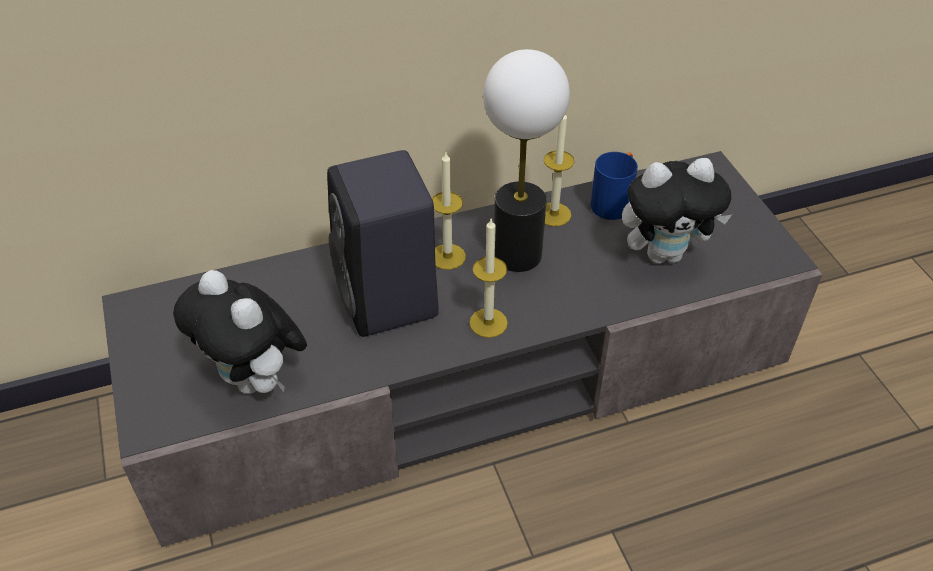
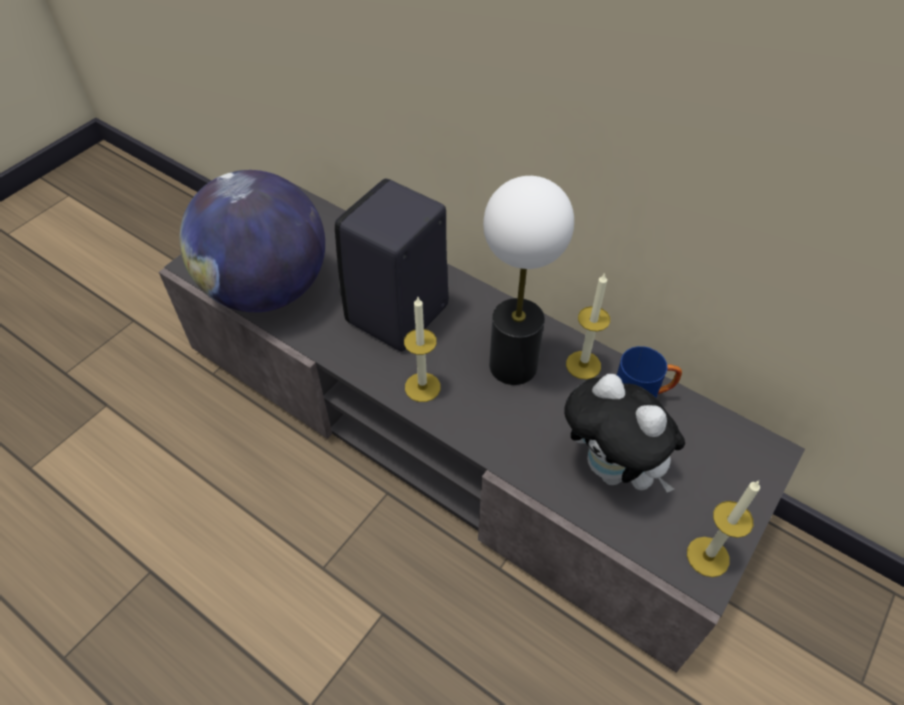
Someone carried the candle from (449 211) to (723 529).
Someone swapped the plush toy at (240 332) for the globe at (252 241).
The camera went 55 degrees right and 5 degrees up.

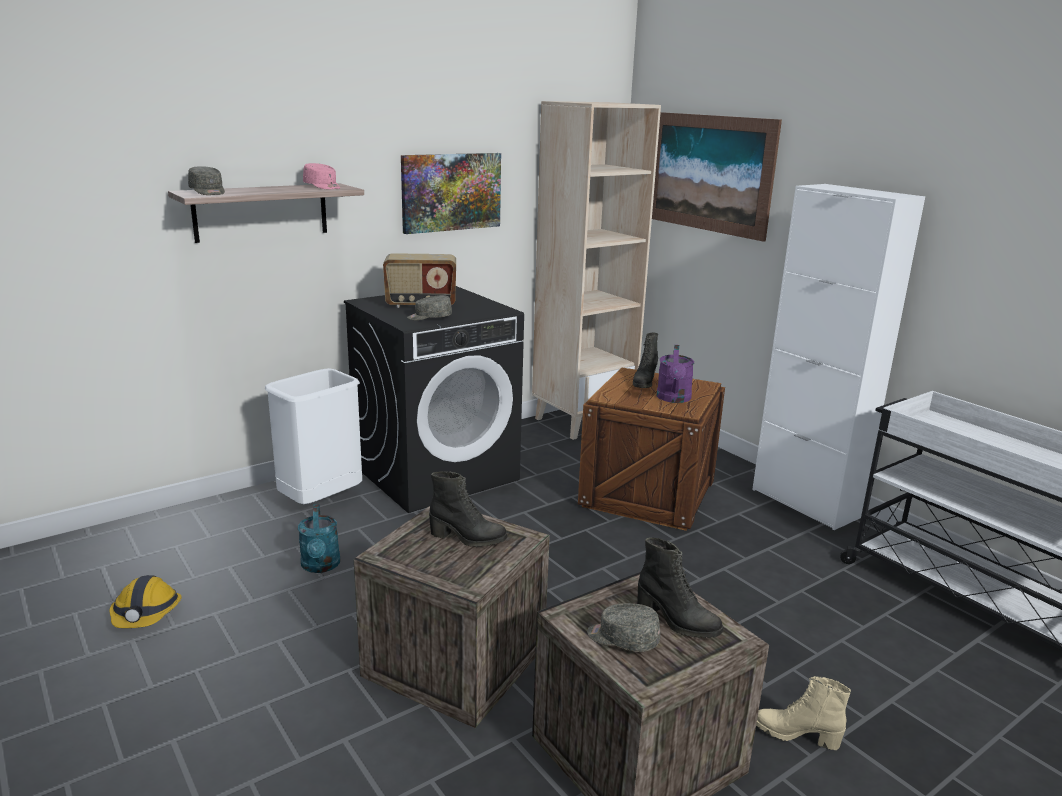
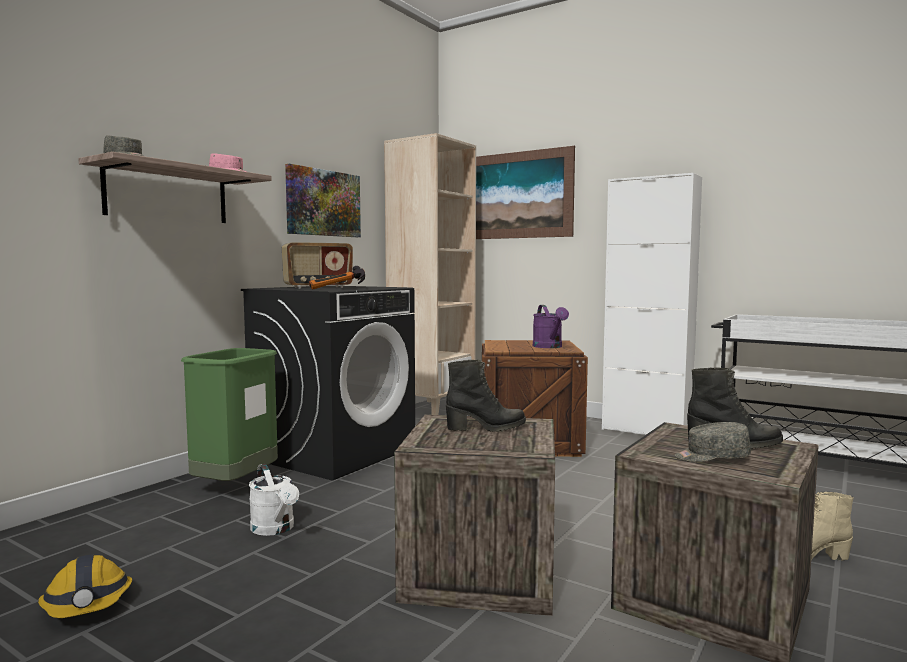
Someone swapped the grey cap at (429 307) for the hammer at (337 277).
Someone took away the black boot at (645 360).
Someone repainted the white trash can at (313 436), which became the green trash can at (229 414).
Someone repainted the turquoise watering can at (319 538), which became the white watering can at (274 500).
The camera went 20 degrees left and 15 degrees down.

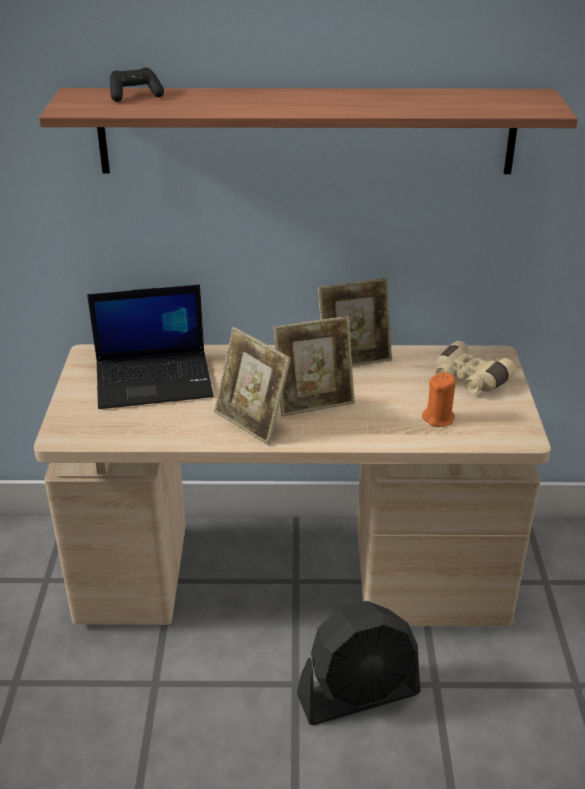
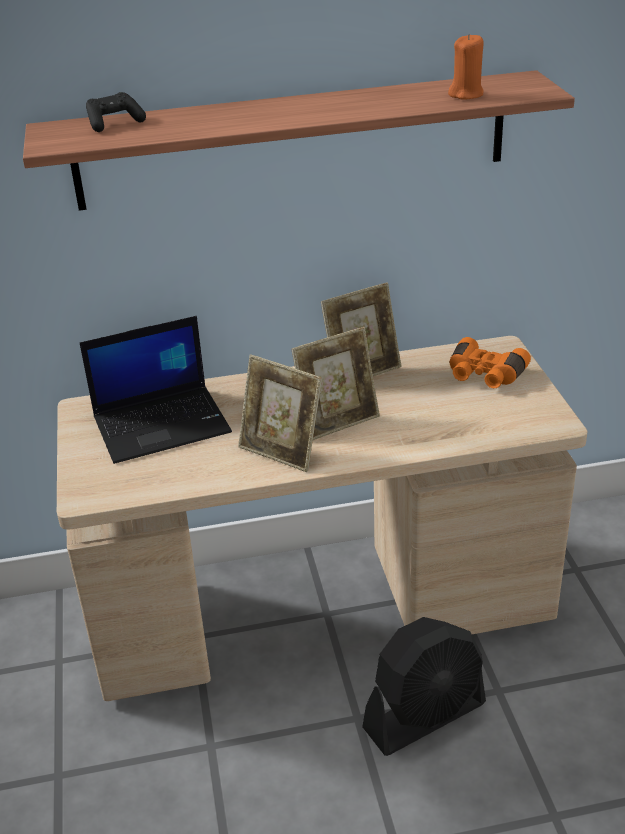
Someone repainted the beige binoculars at (476 367), which became the orange binoculars at (490 362).
Someone carried the orange candle from (439 399) to (466 66).
The camera went 10 degrees left and 0 degrees up.

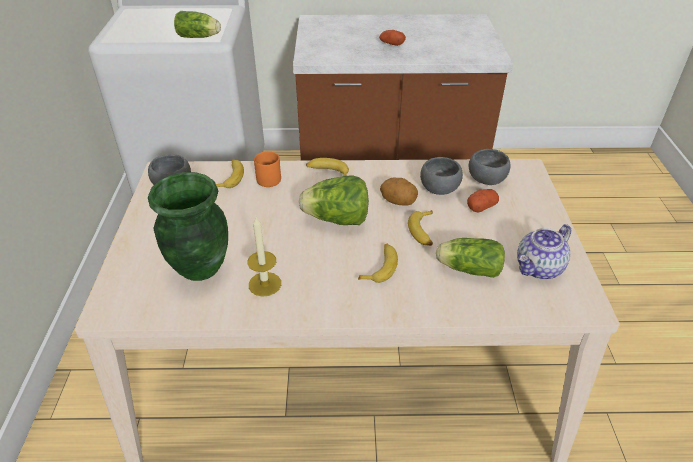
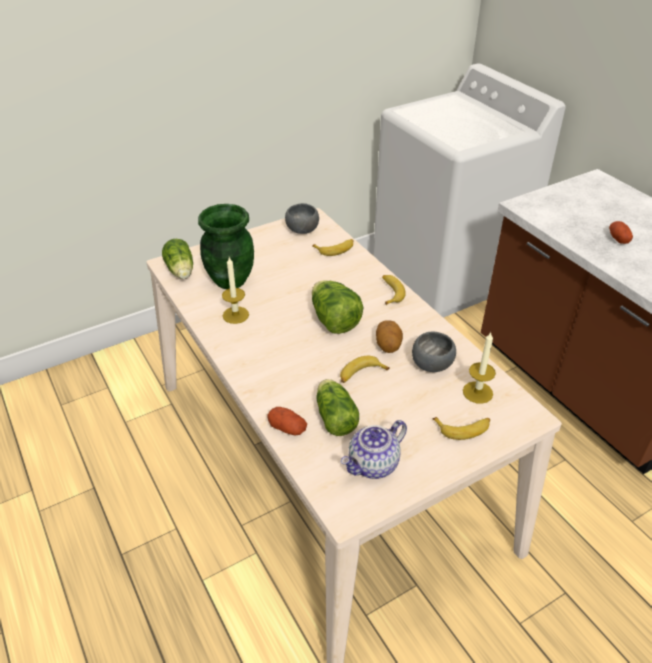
Someone carried the lettuce from (197 24) to (177 259).
Someone swapped the grey bowl at (490 167) for the candle at (479 368).
Someone took away the orange mug at (267 169).
Someone carried the potato from (483 201) to (287 421).
Someone rotated the teapot at (544 251) by 60 degrees counterclockwise.
Someone carried the banana from (378 263) to (461 428).
The camera went 60 degrees right and 0 degrees up.

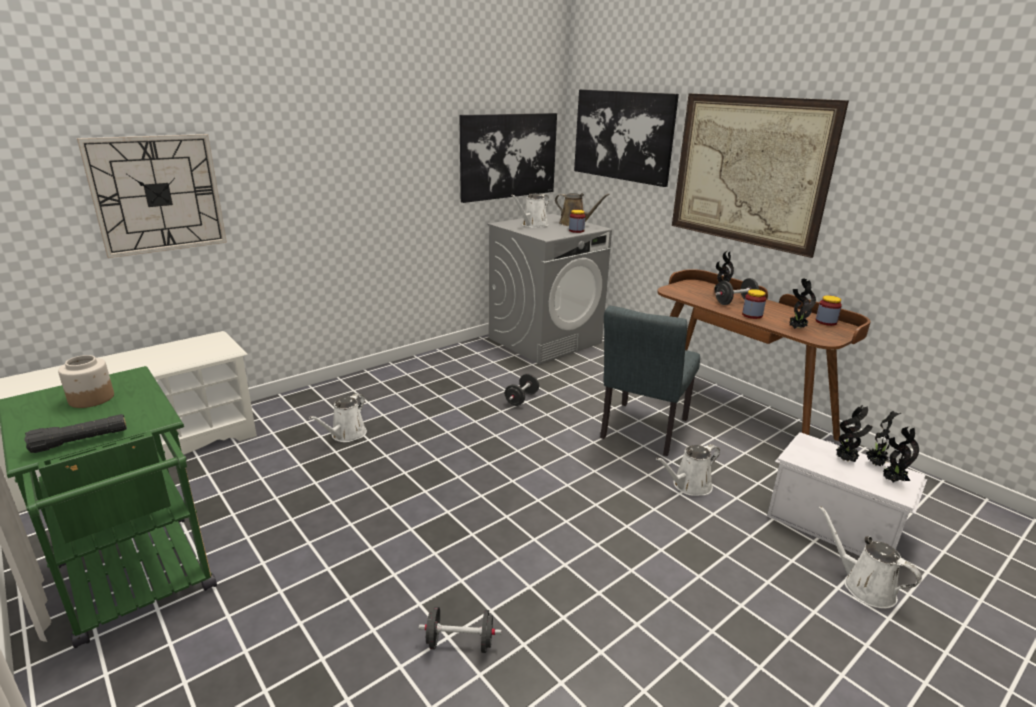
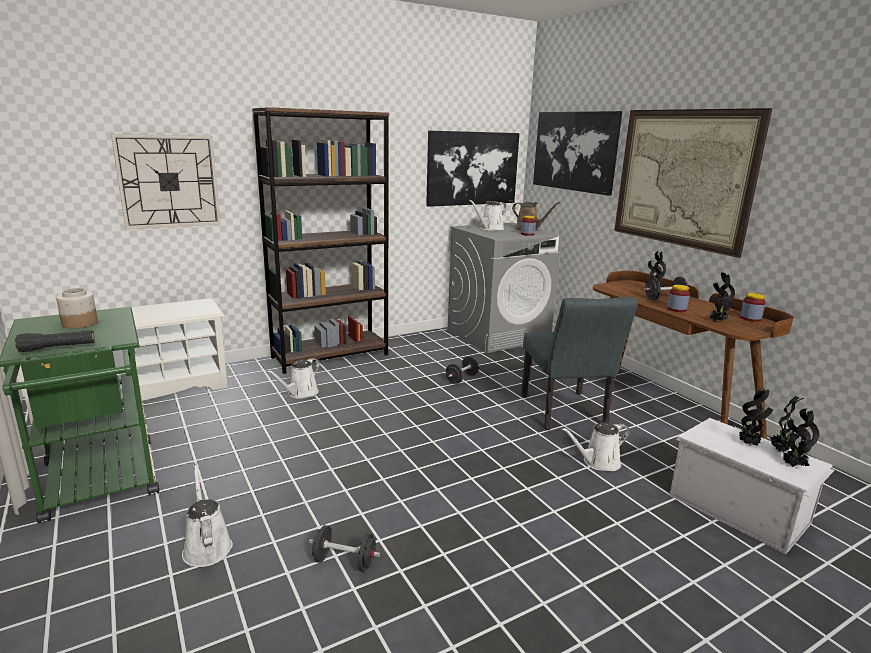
Someone rotated the grey chair at (650 381) by 45 degrees counterclockwise.
Someone carried the white watering can from (870 557) to (207 515).
Someone put down the brown bookcase at (320 240).
The camera went 10 degrees right and 5 degrees down.

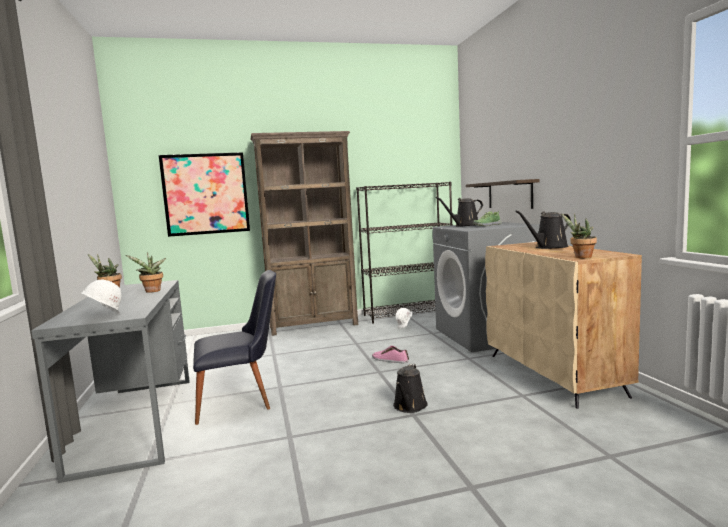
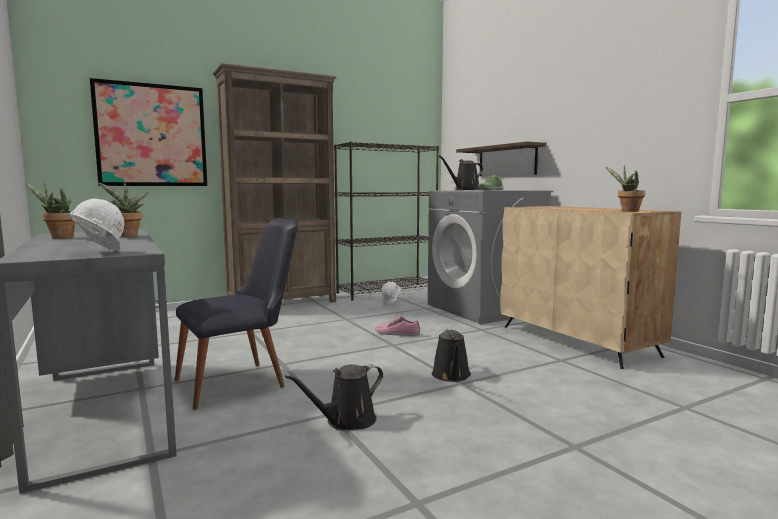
Someone carried the black watering can from (543 230) to (334 397).
The camera went 15 degrees left and 0 degrees up.

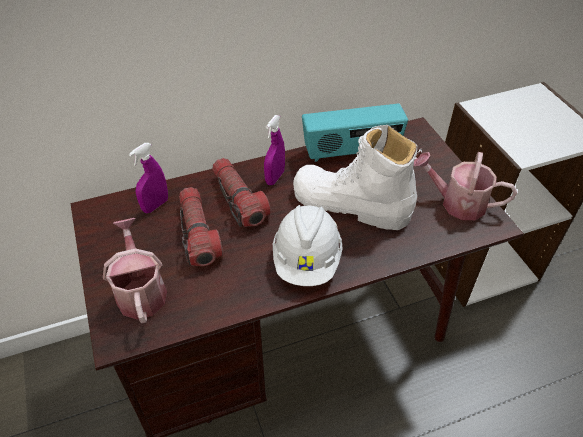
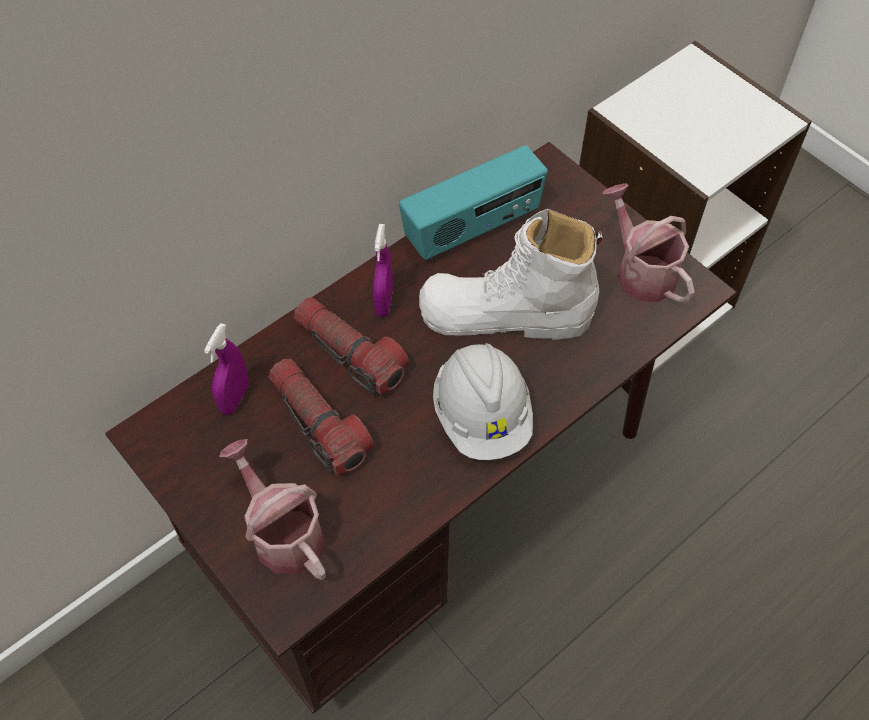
Someone rotated the watering can at (465 186) by 60 degrees clockwise.
The camera went 20 degrees left and 10 degrees up.

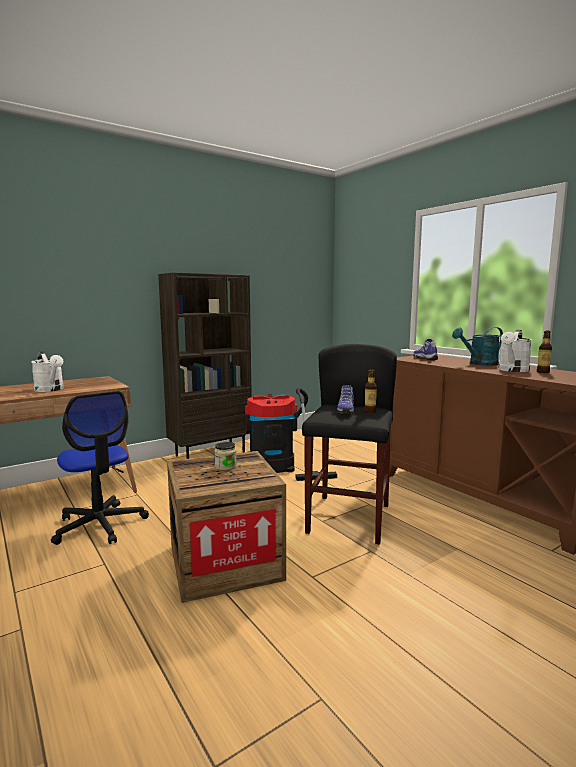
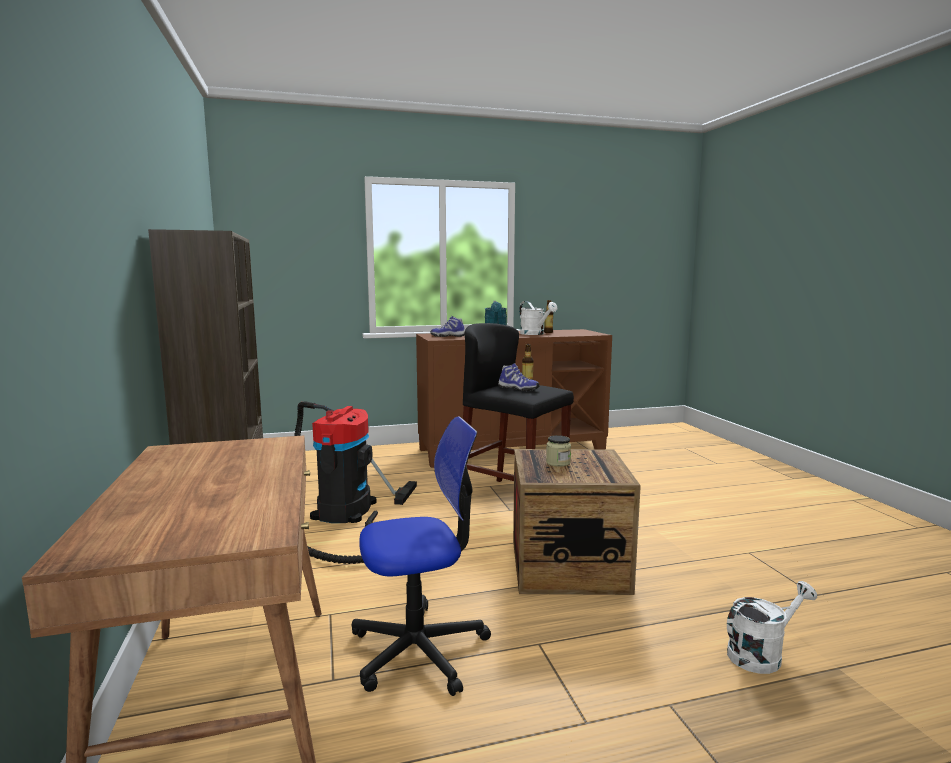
Someone carried the white watering can from (48 372) to (772 627).
The camera went 70 degrees left and 0 degrees up.

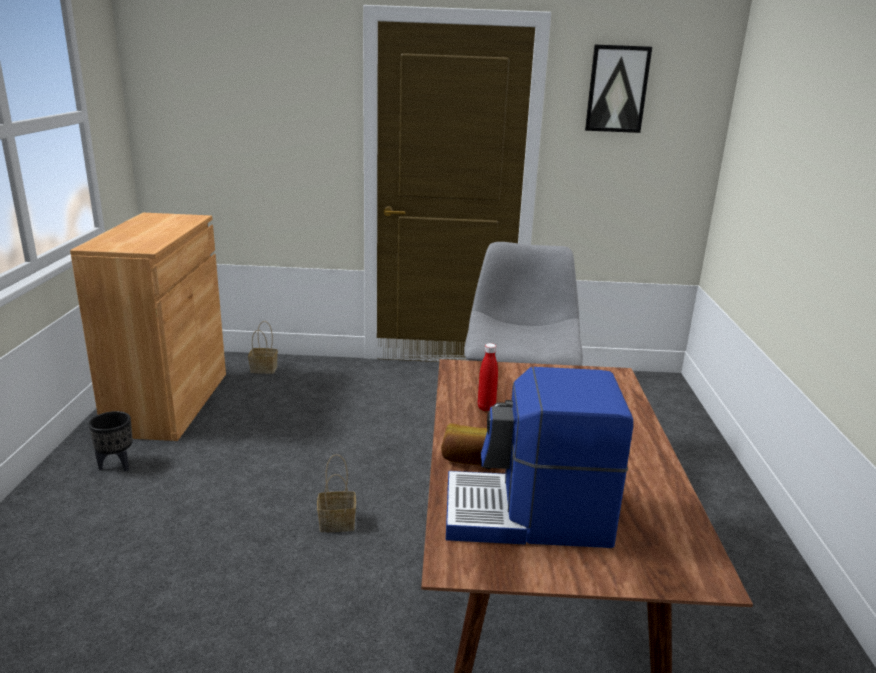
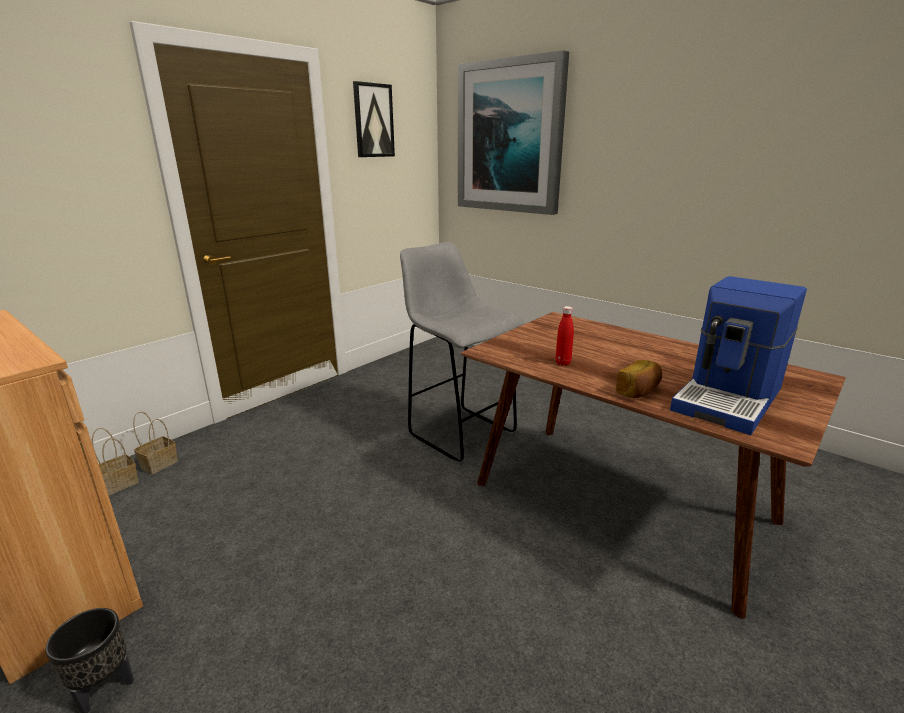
Someone carried the basket from (336 493) to (155 443).
Someone put up the picture at (513 132).
The camera went 50 degrees left and 0 degrees up.

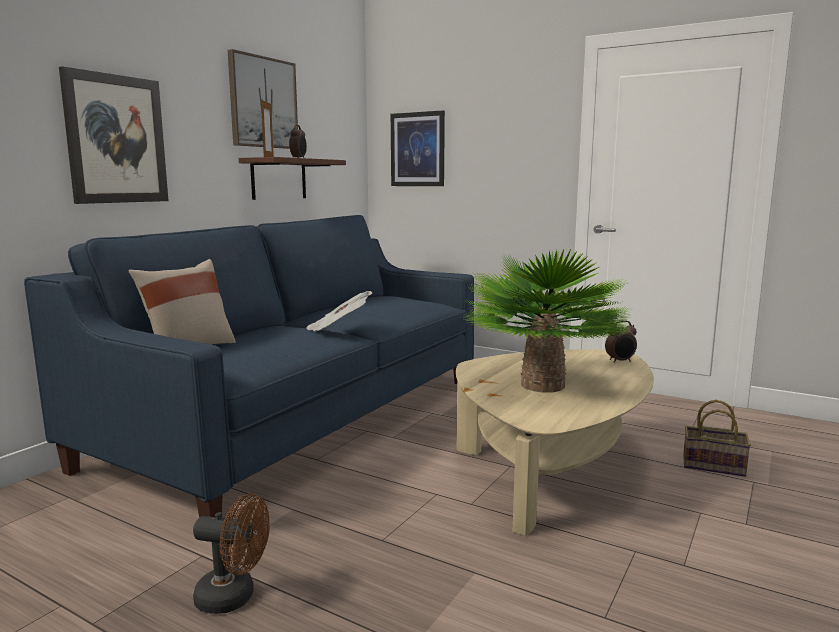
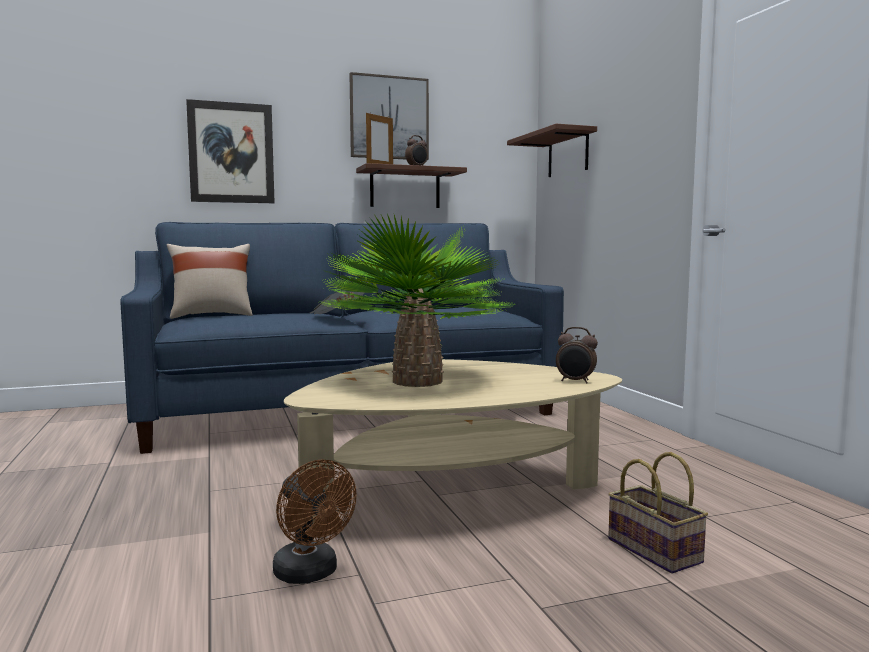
Someone swapped the picture at (418 148) for the brown shelf at (552 150).
Someone carried the brown fan from (231 554) to (314 522).
The camera went 40 degrees right and 5 degrees down.

